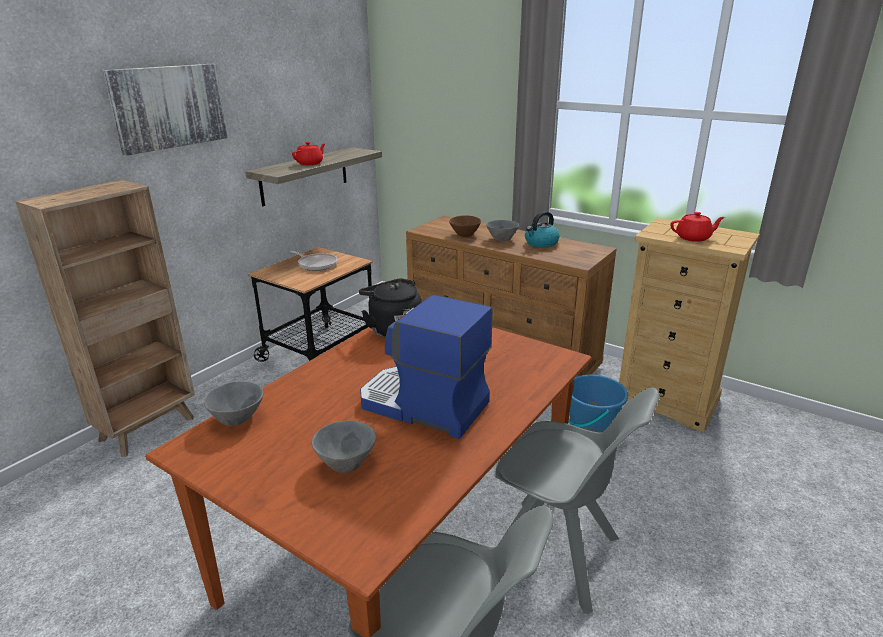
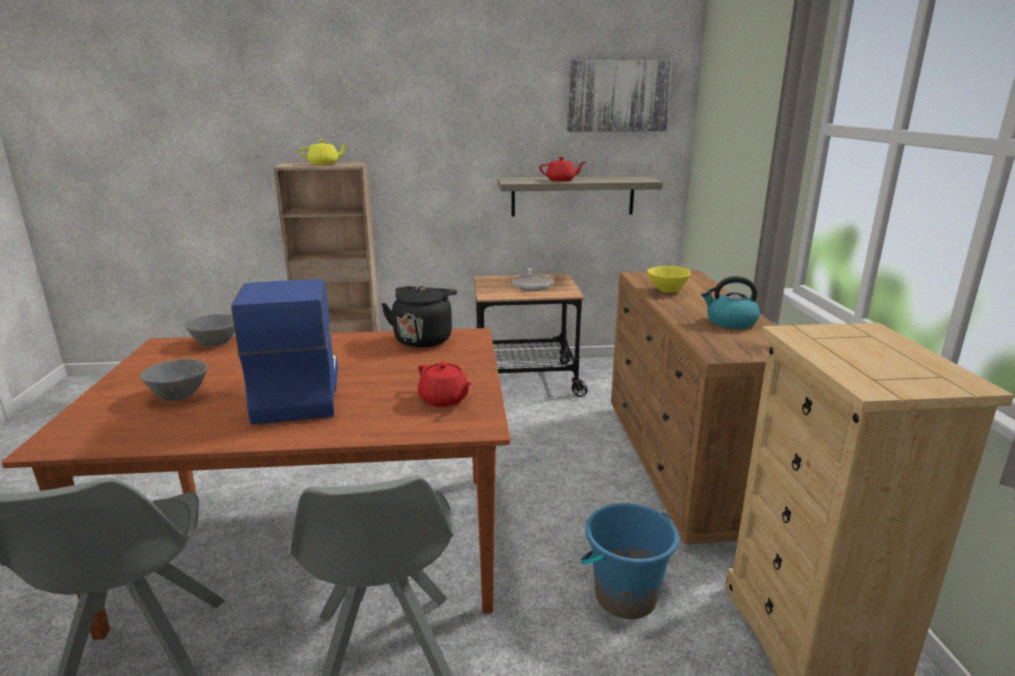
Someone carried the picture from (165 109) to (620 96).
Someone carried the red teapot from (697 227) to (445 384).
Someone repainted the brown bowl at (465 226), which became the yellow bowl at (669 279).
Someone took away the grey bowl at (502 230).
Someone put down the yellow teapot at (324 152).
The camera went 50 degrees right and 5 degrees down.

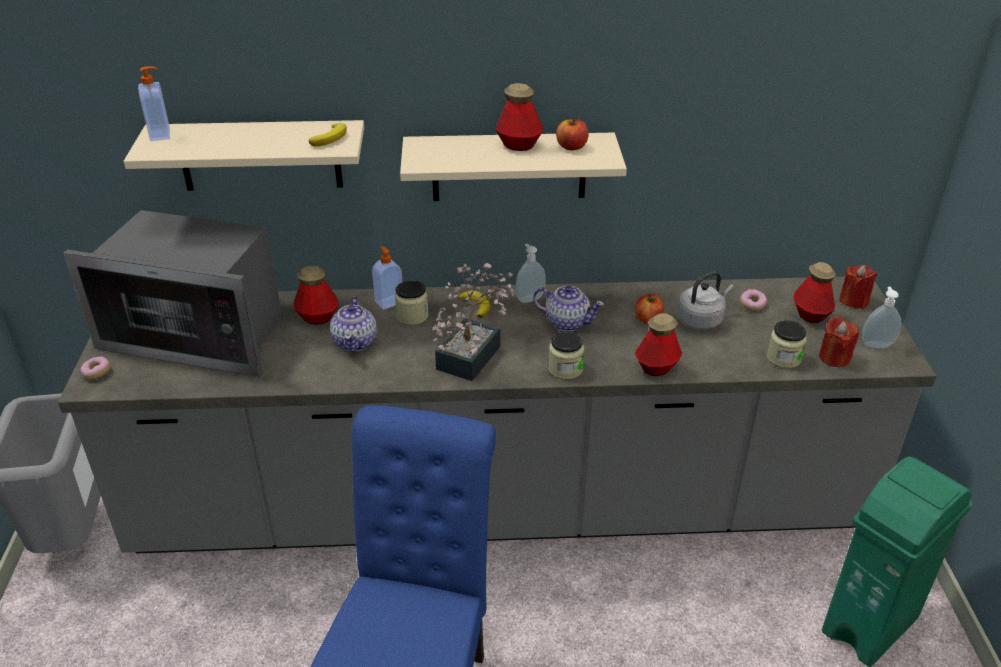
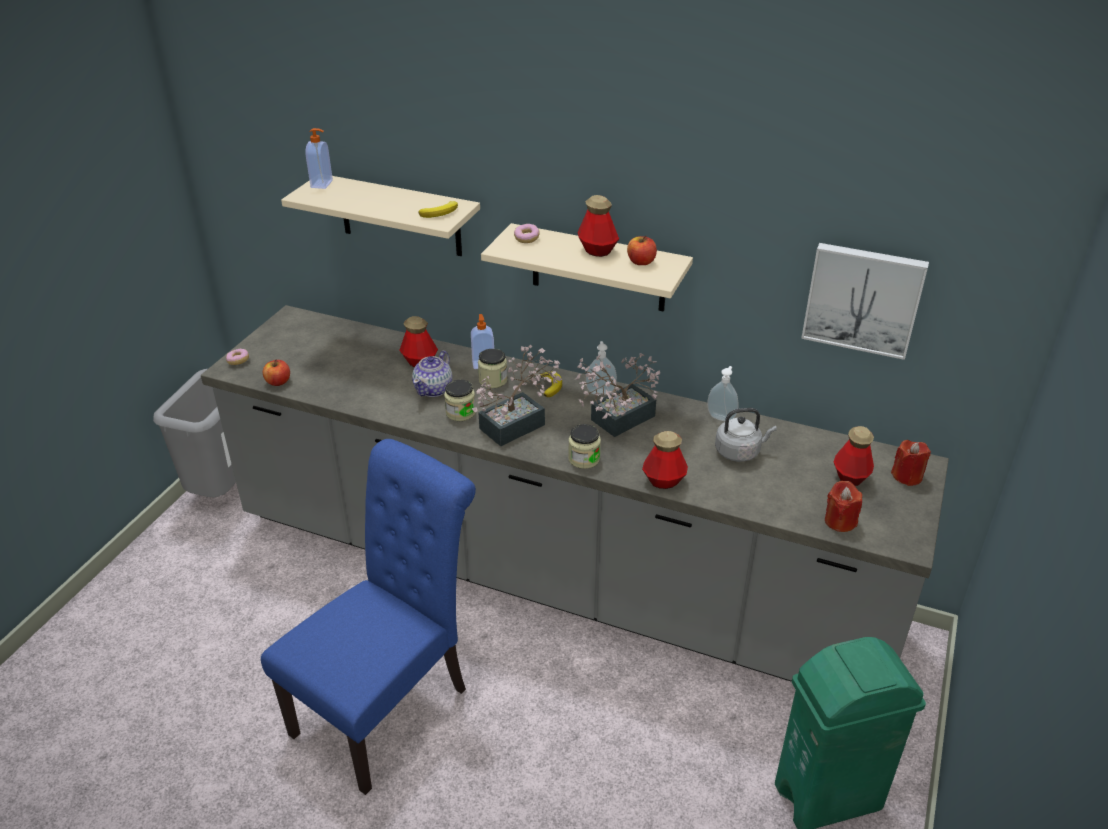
Someone took away the microwave at (172 293).
Someone swapped the teapot at (568 308) for the potted plant at (617 395).
Someone carried the soap dispenser from (881 317) to (722 393).
Someone carried the donut from (753 300) to (527 233).
Someone carried the apple from (649 309) to (276 372).
Someone carried the jar from (787 344) to (459 400).
Someone put up the picture at (865 301).
The camera went 25 degrees right and 0 degrees up.

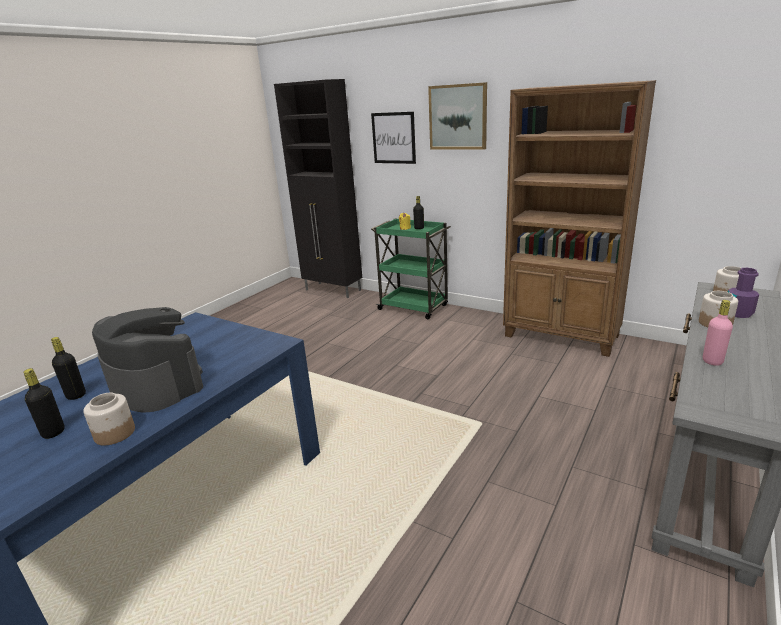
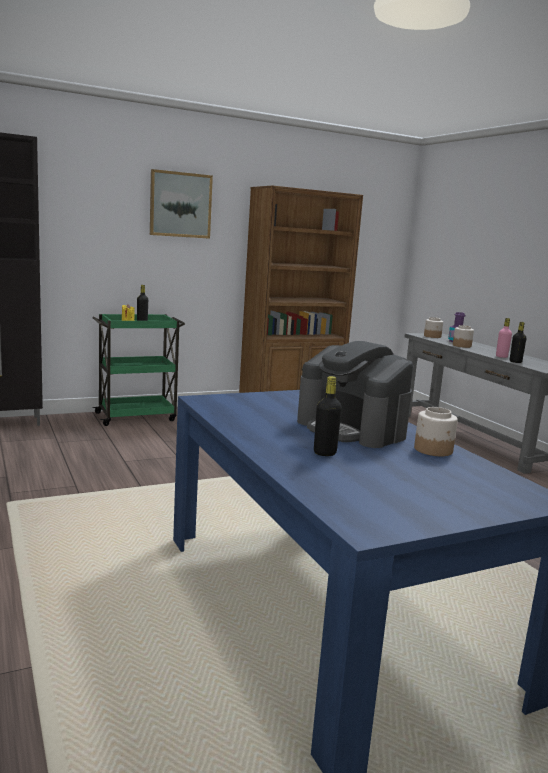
Someone took away the picture at (393 138).
Someone rotated the coffee machine at (147 360) by 120 degrees counterclockwise.
Someone carried the black bottle from (44 403) to (518 342).
The camera went 60 degrees left and 10 degrees down.

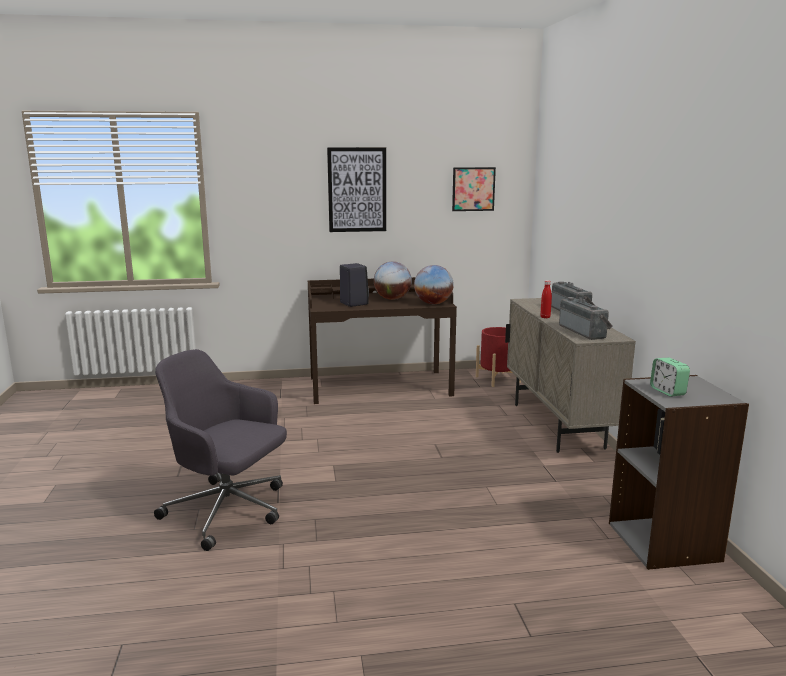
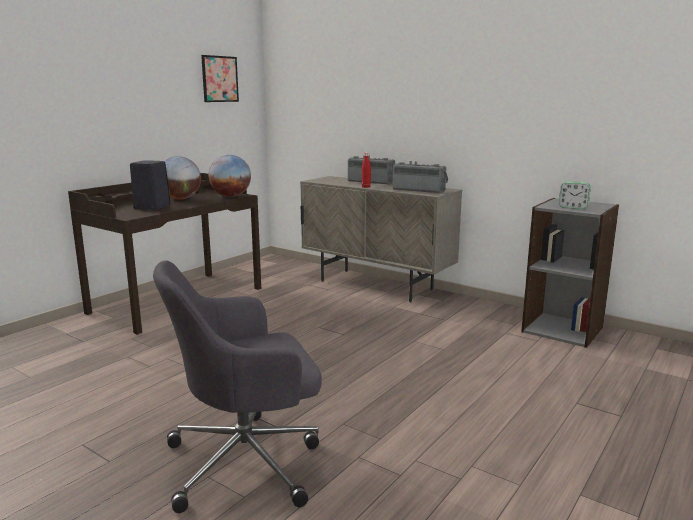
Someone took away the picture at (356 189).
Someone took away the red planter at (498 357).
The camera went 45 degrees left and 0 degrees up.

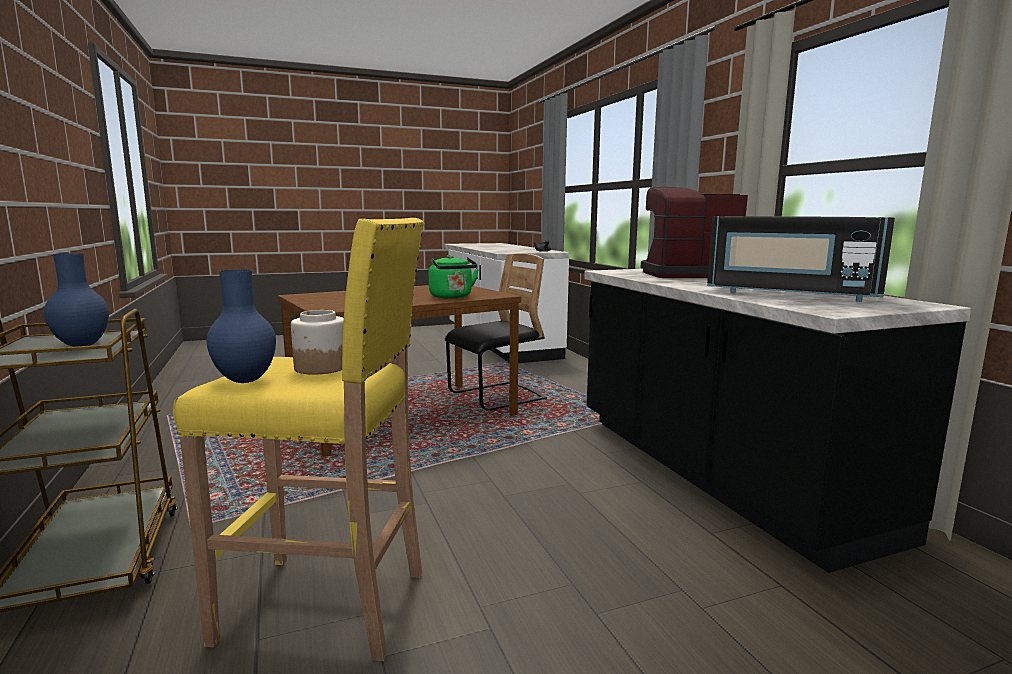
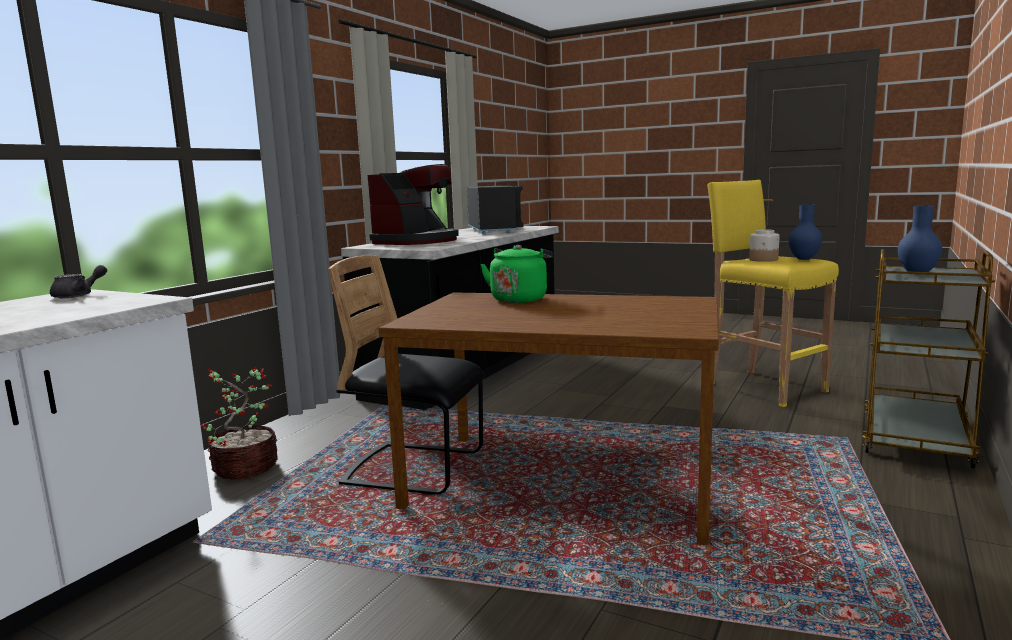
Someone rotated the coffee machine at (694 232) by 105 degrees counterclockwise.
Someone put down the potted plant at (240 423).
The camera went 130 degrees left and 0 degrees up.

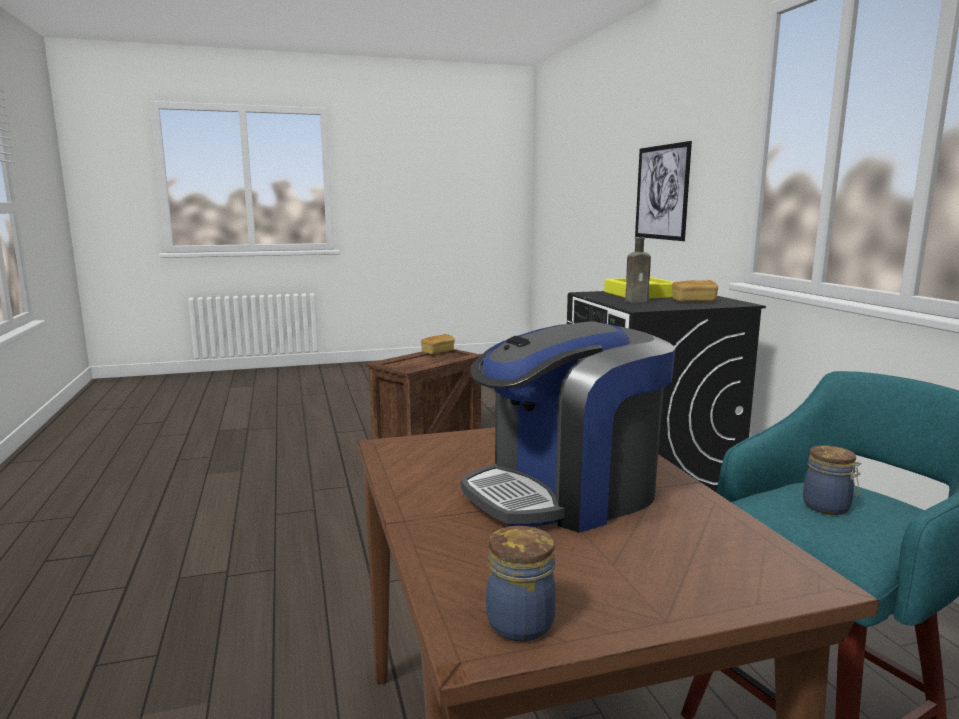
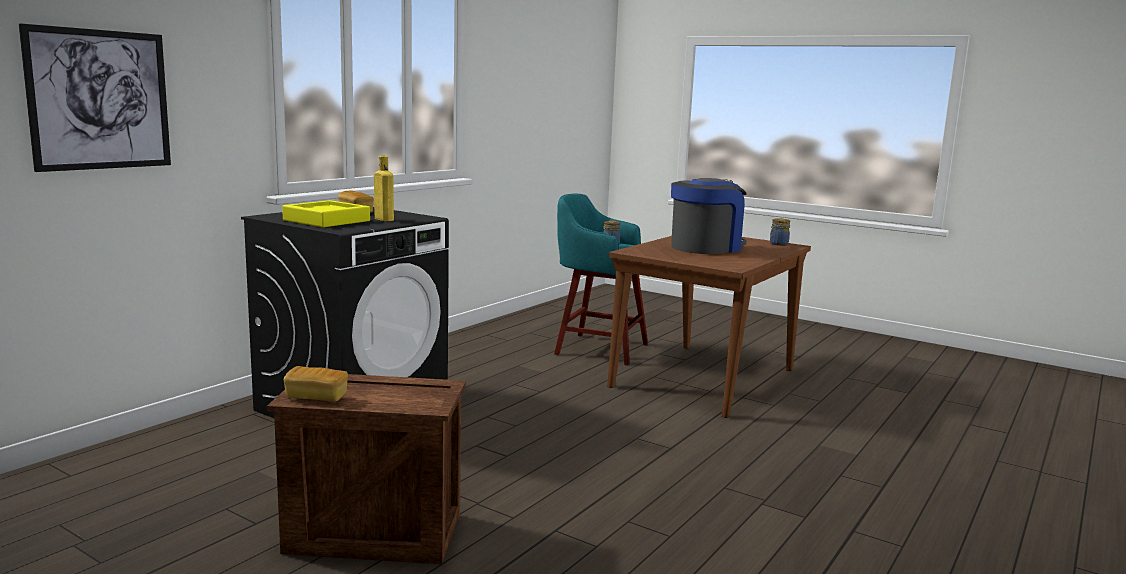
Someone repainted the brown bottle at (638 270), which became the yellow bottle at (384 188).
Someone rotated the coffee machine at (568 427) by 60 degrees counterclockwise.
The camera went 130 degrees left and 0 degrees up.

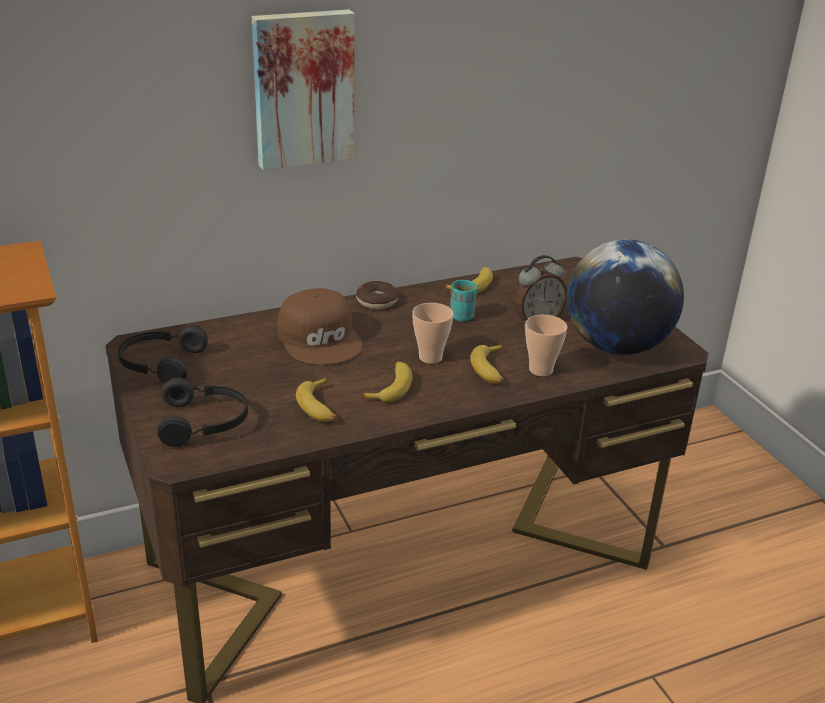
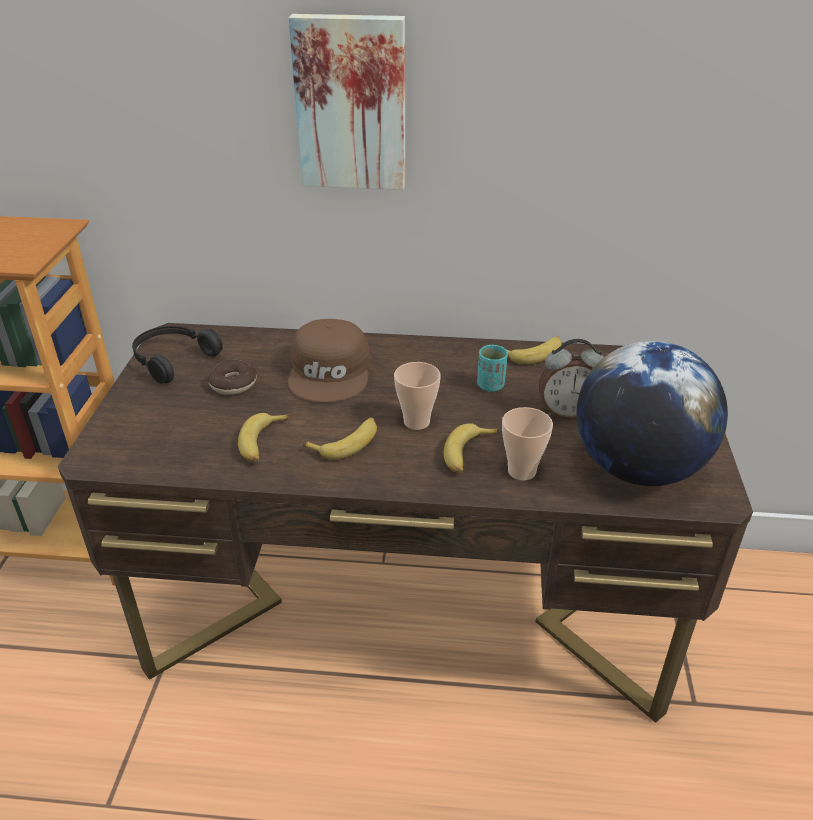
Someone carried the donut from (377 295) to (232 377).
Someone took away the black headphones at (202 412).
The camera went 30 degrees right and 5 degrees up.

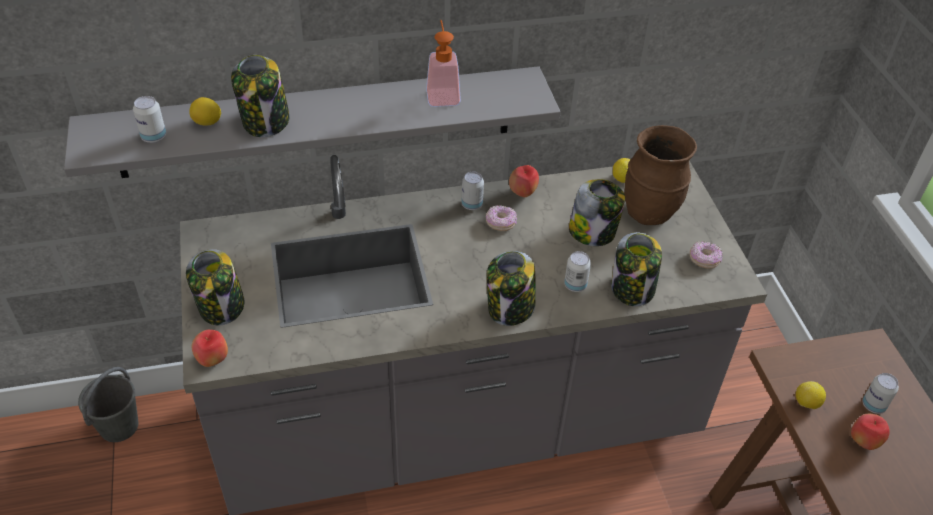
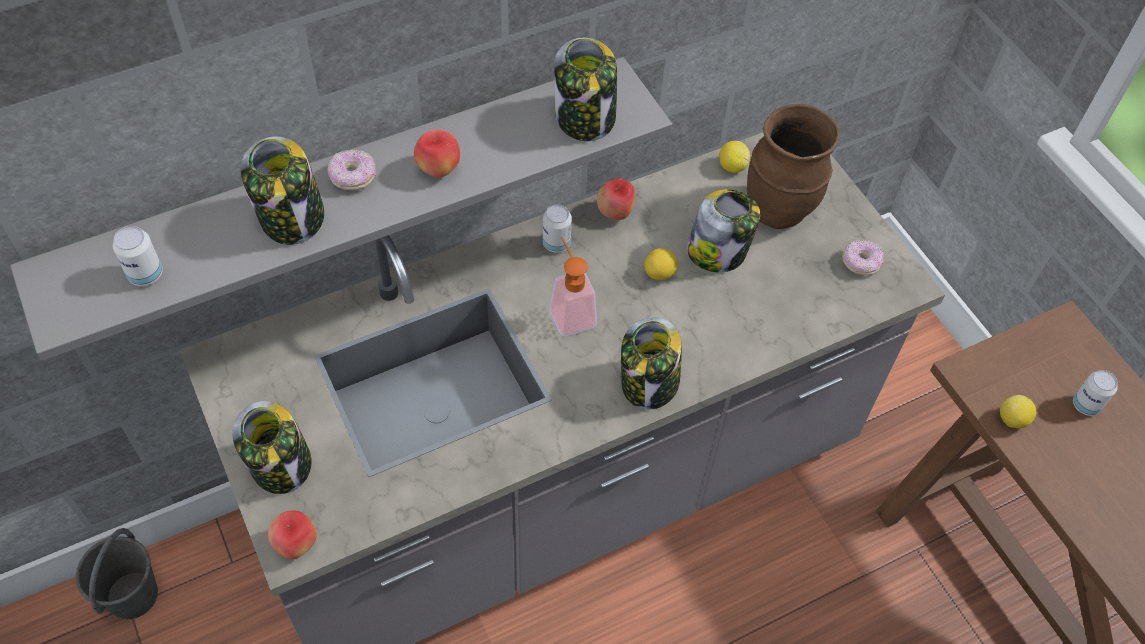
Someone carried the soap dispenser from (443 63) to (573 286).
Someone carried the lemon from (205 111) to (661 264).
Someone carried the donut from (501 218) to (351 169).
Someone carried the jar from (636 269) to (585 89).
Someone took away the can at (577 271).
Someone carried the apple from (870 432) to (437 153).
The camera went 15 degrees left and 10 degrees up.

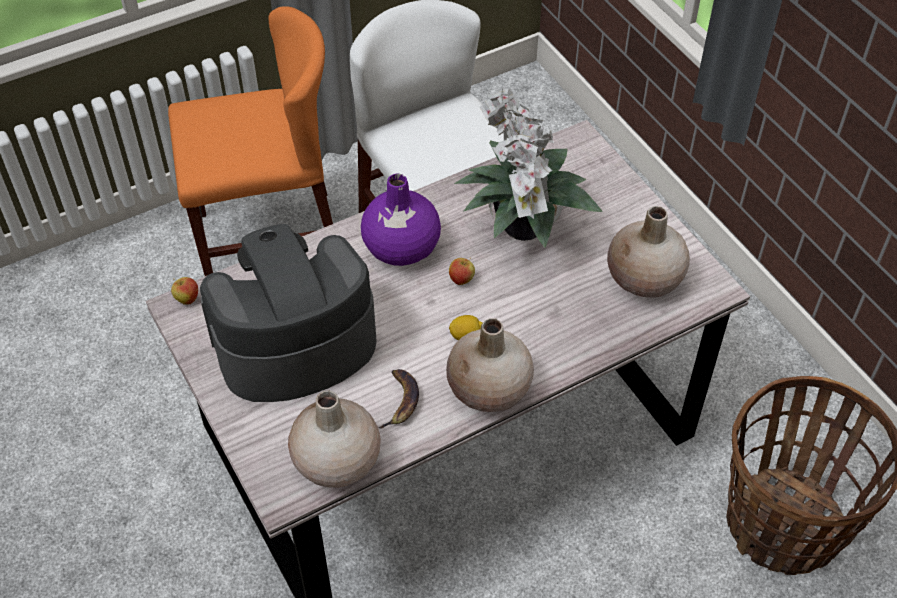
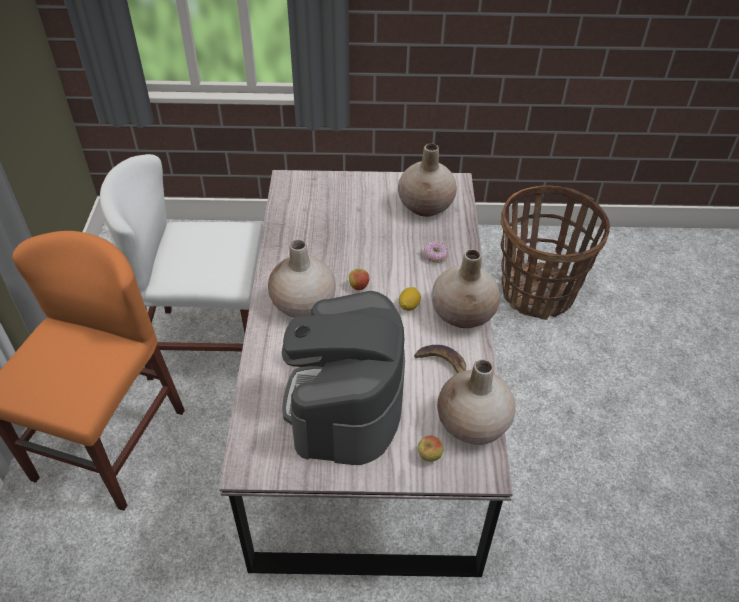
Someone took away the potted plant at (528 168).
Someone repainted the purple vase at (401 219), which became the beige vase at (302 279).
Someone carried the apple from (184 291) to (430 449).
Someone put down the donut at (436 252).
The camera went 60 degrees left and 5 degrees down.

